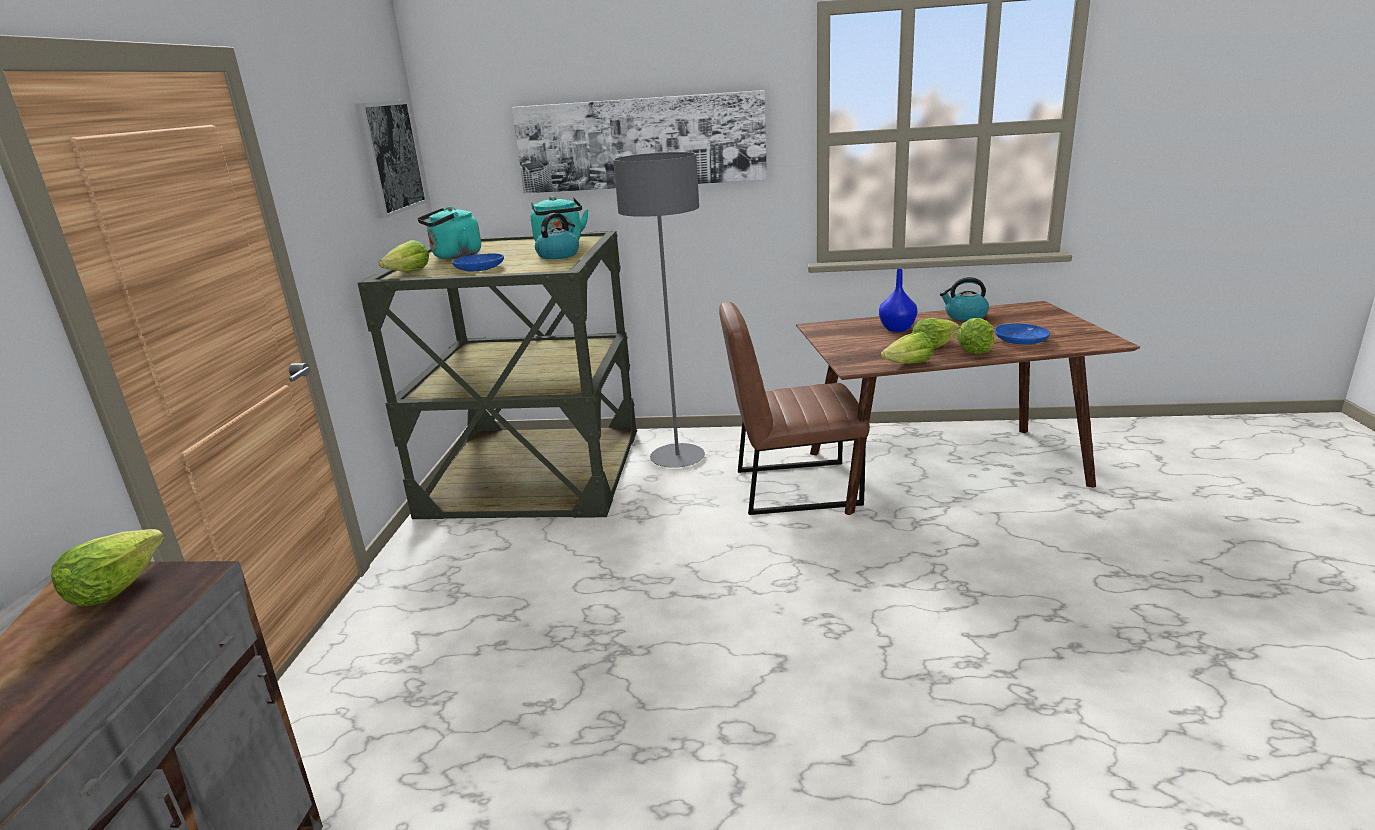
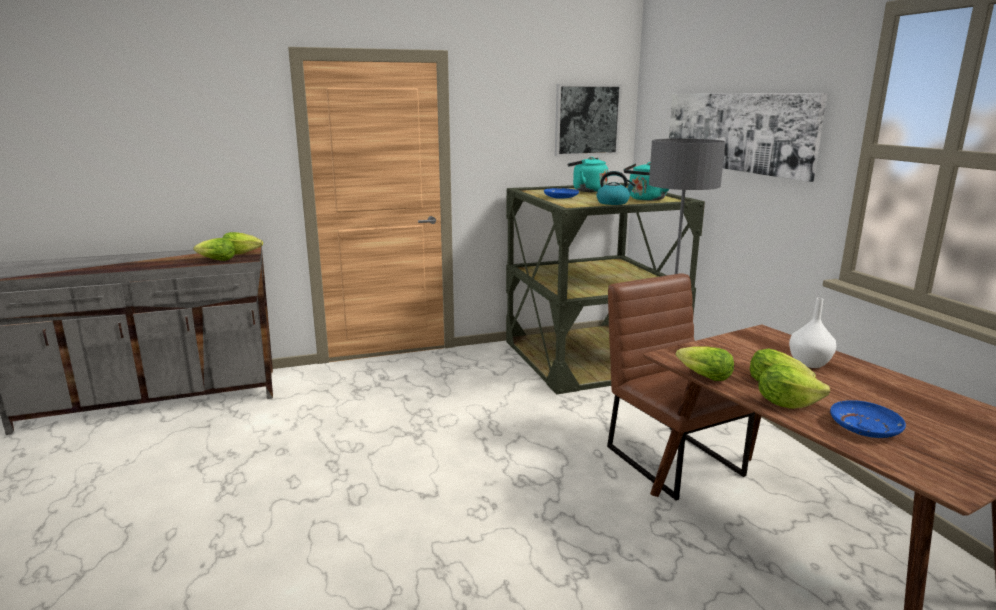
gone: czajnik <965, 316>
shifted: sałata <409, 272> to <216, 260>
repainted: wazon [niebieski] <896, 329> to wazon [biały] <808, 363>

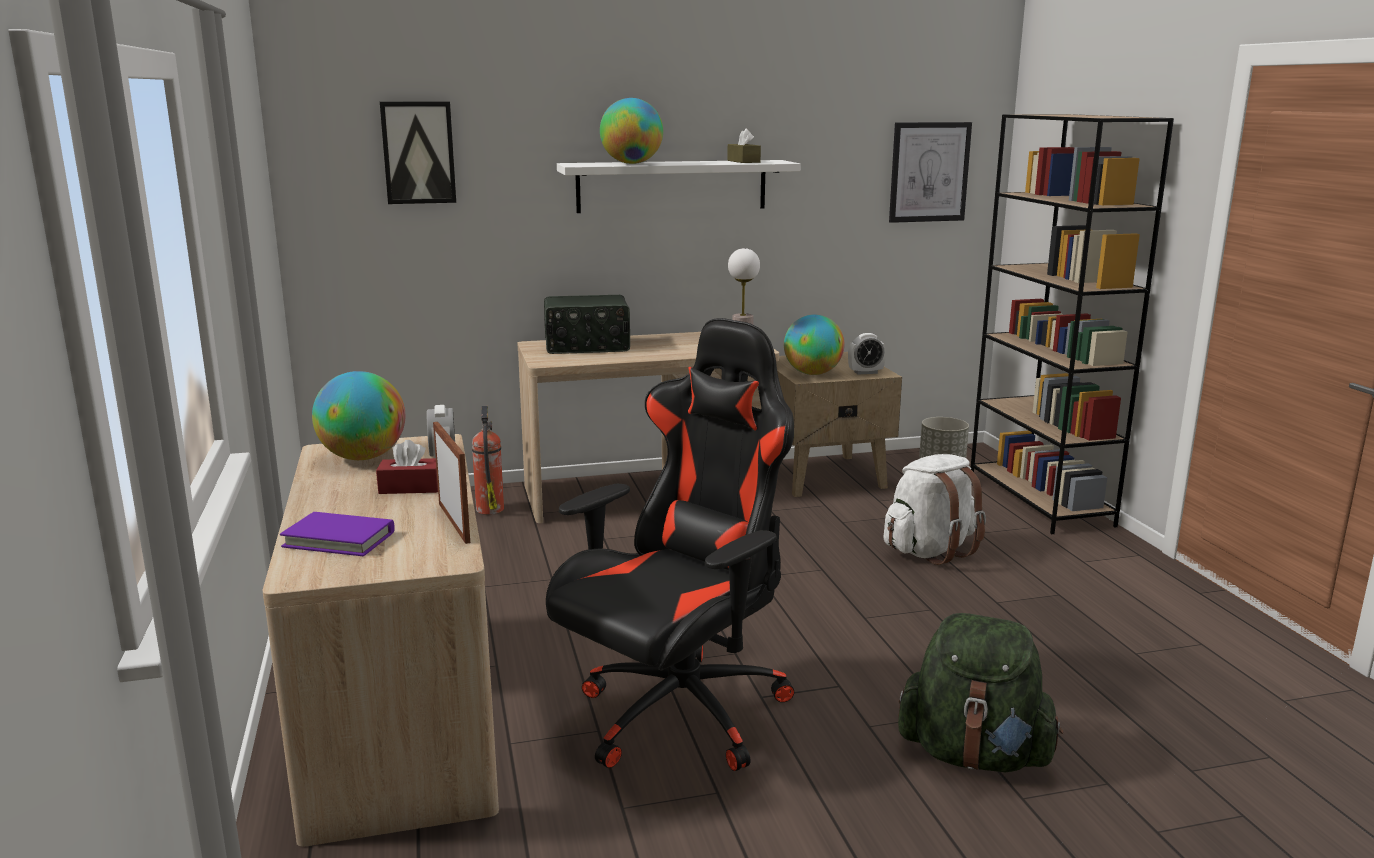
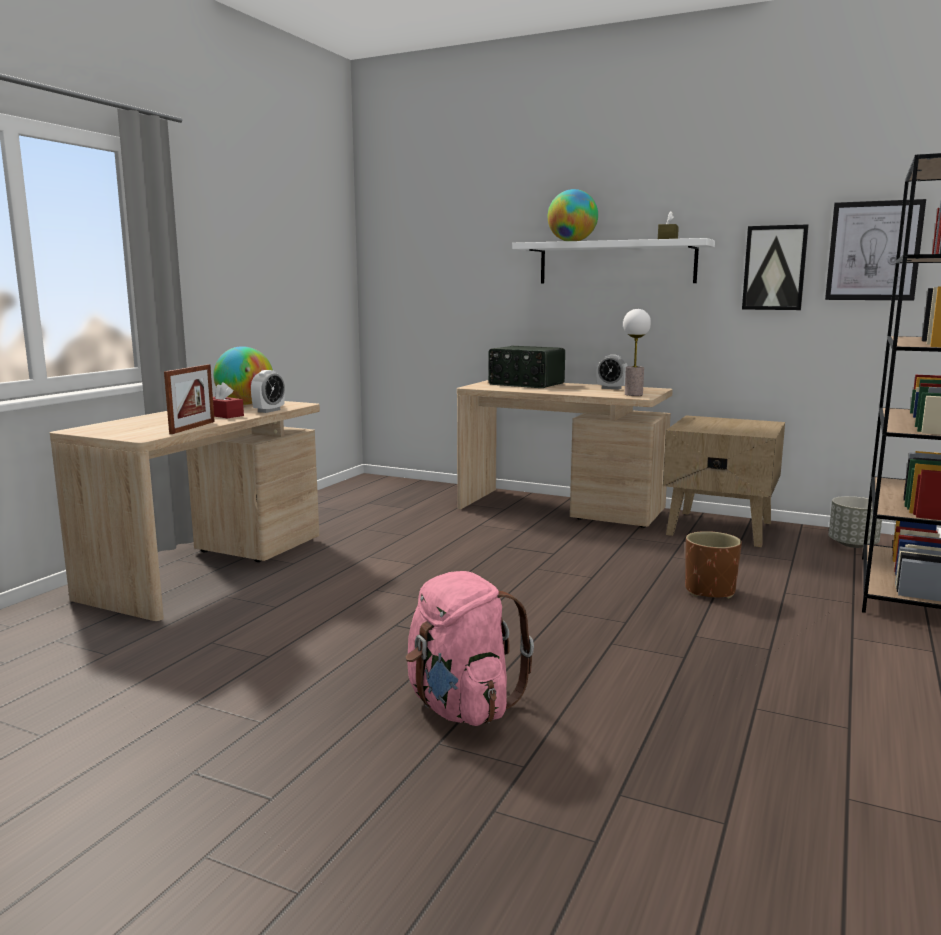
gone: książka [fioletowy] <339, 539>; gaśnica <490, 508>; krzesło biurowe [czarny] <672, 721>; globus <813, 374>
shifted: budzik <865, 372> to <611, 388>; obraz <418, 152> to <774, 268>
swapped: plecak [biały] <931, 551> to donica [brązowy] <709, 591>
repainted: plecak [zielony] <974, 755> to plecak [różowy] <461, 707>

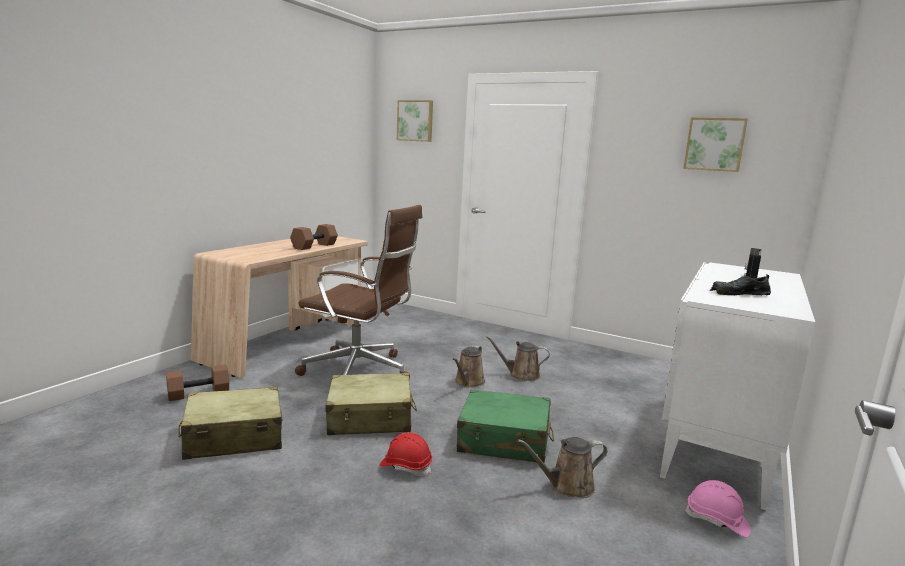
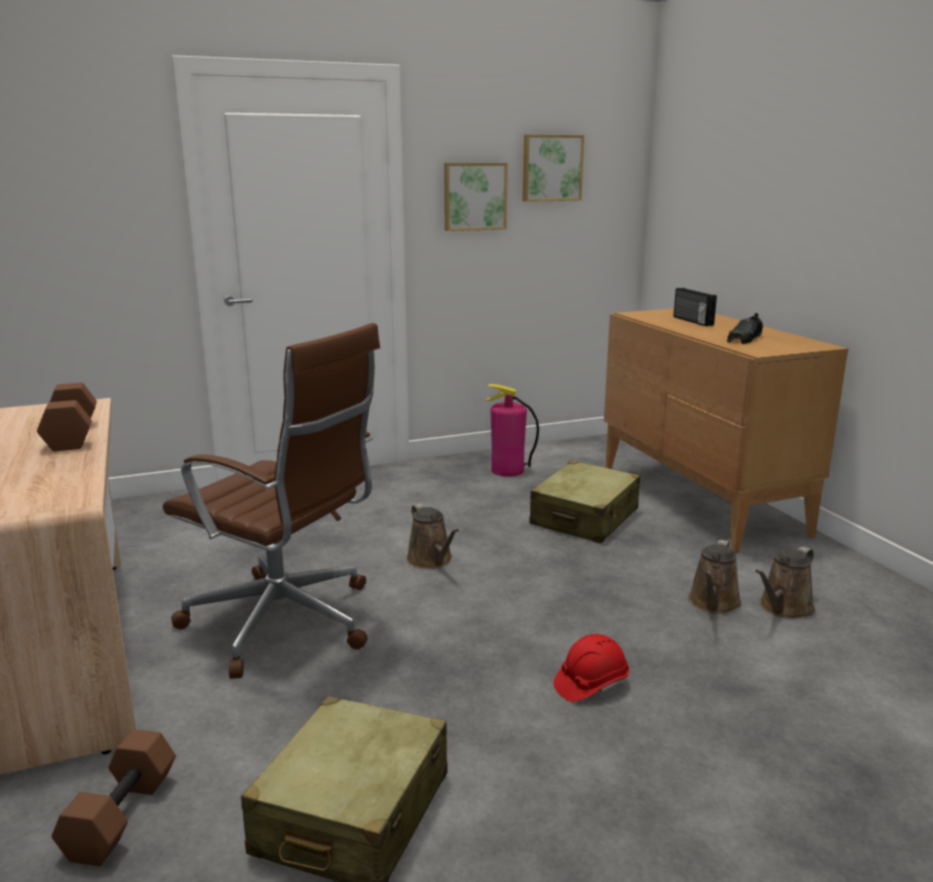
gone: walizka [zielony] <504, 440>; kask [różowy] <717, 521>
new: gaśnica <507, 470>
shifted: obraz <415, 121> to <474, 196>; walizka [beżowy] <370, 418> to <585, 517>; konewka [brązowy] <521, 375> to <783, 608>
repainted: szafka [biały] <718, 441> to szafka [brązowy] <699, 500>
rotated: krzesło biurowe [brązowy] <360, 372> = <286, 623> 60 degrees clockwise

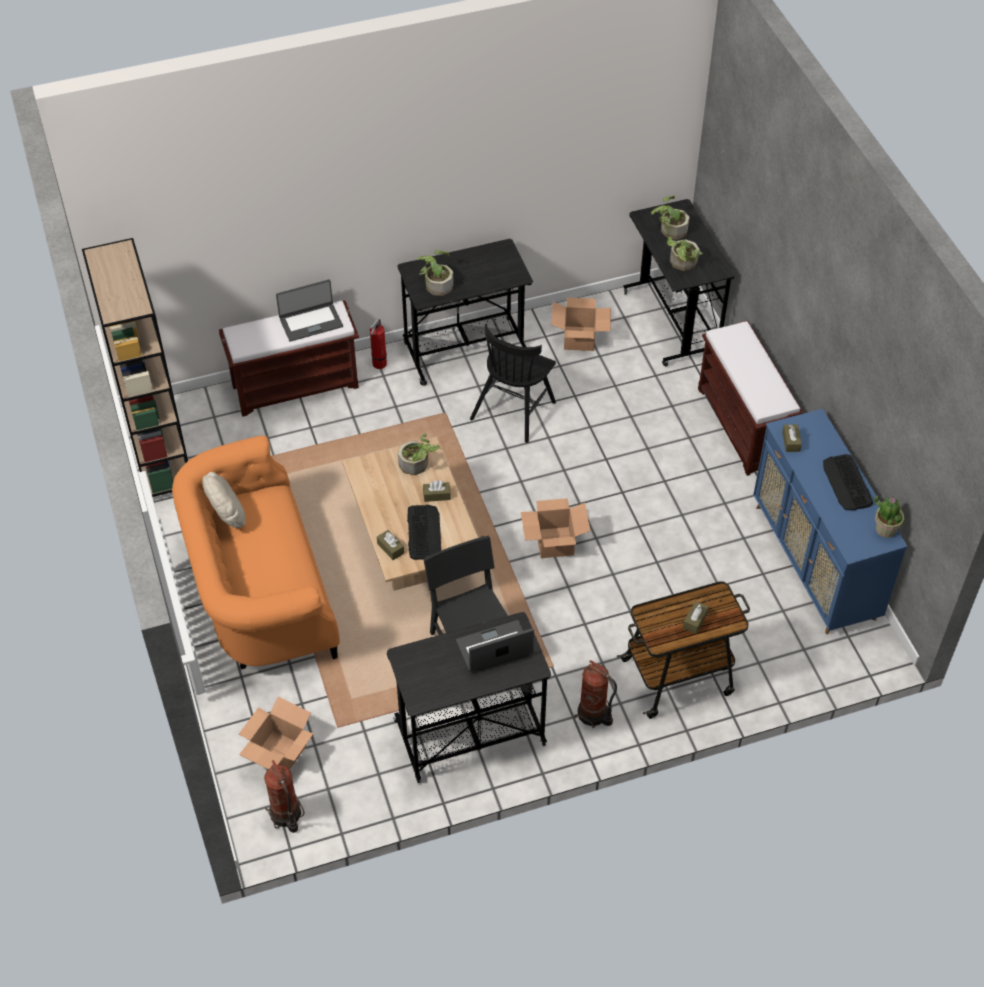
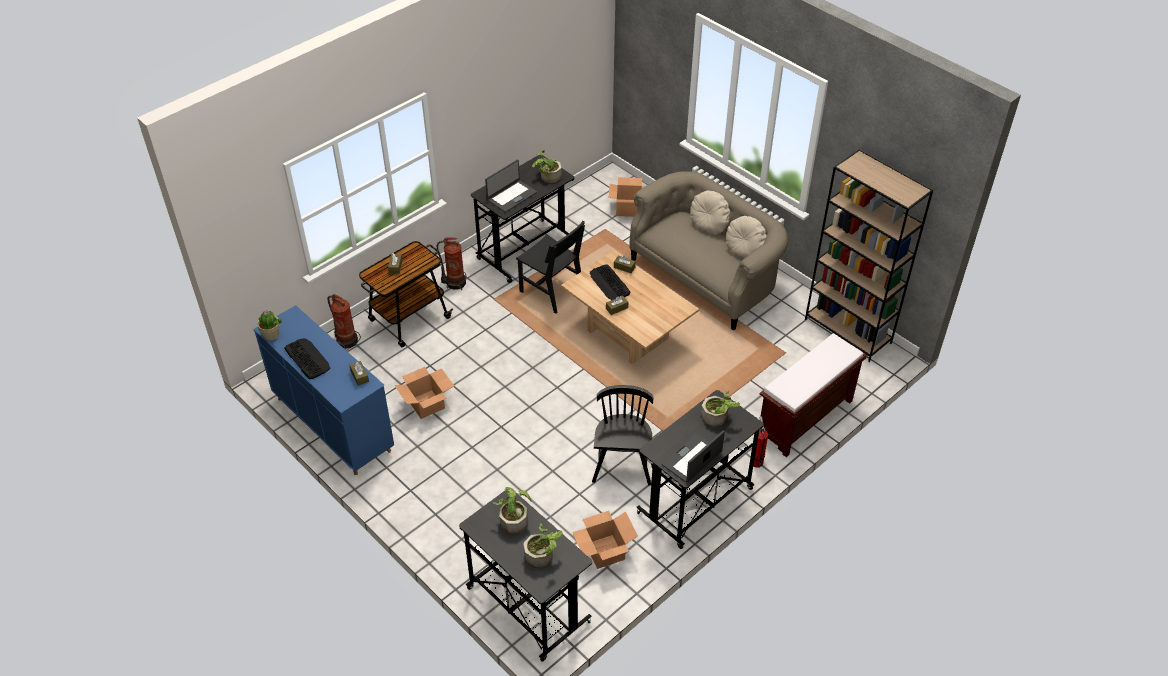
gone: ławka [brązowy] <743, 426>
new: poduszka [beżowy] <708, 227>
shifted: gaśnica <285, 815> to <346, 340>; karton <555, 543> to <426, 404>; roślina doniczkowa <417, 464> to <547, 176>; laptop <310, 322> to <692, 459>
repainted: kanapa [pomarańczowy] <260, 594> to kanapa [beżowy] <706, 276>

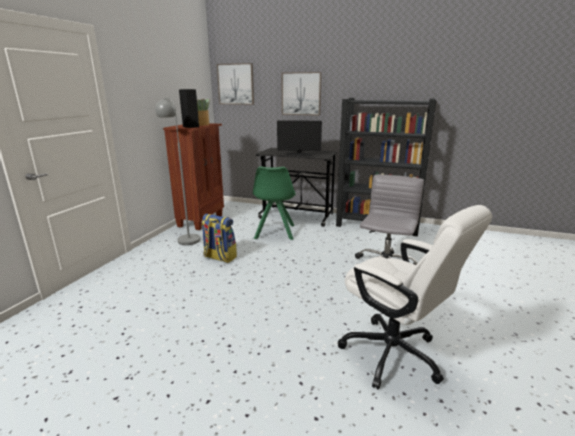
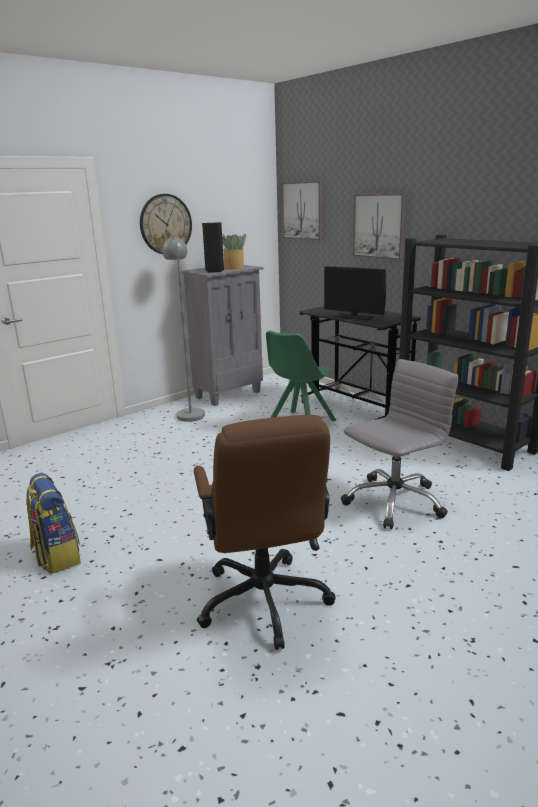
new: zegar ścienny <165, 224>
shifted: plecak <219, 257> to <56, 556>
repainted: szafka [brązowy] <201, 221> to szafka [szary] <229, 395>; krzesło biurowe [biały] <396, 357> to krzesło biurowe [brązowy] <265, 606>

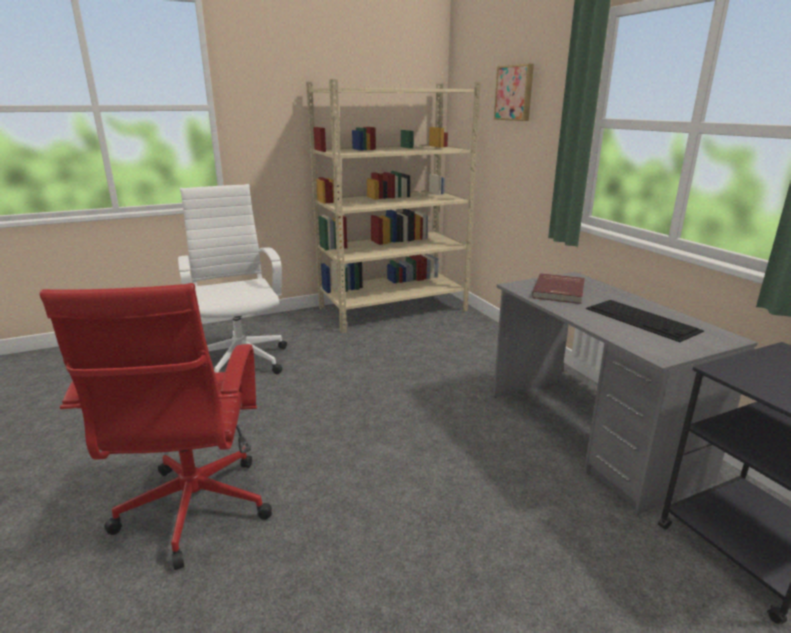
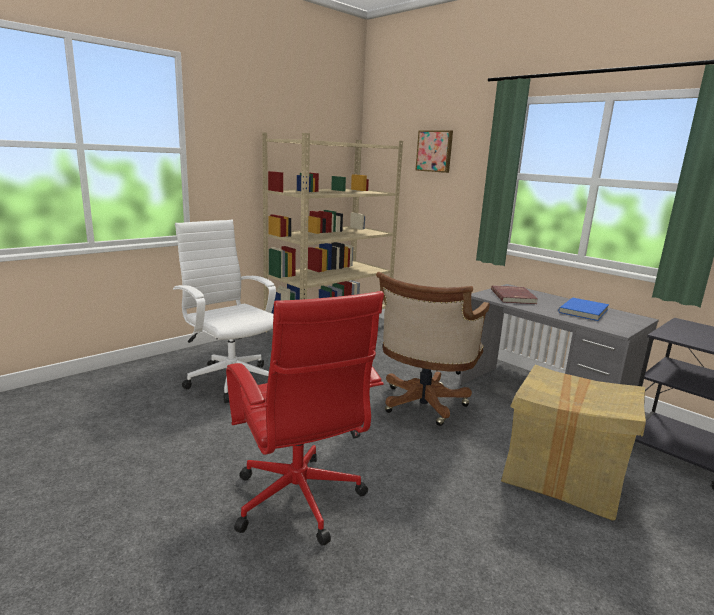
new: krzesło biurowe <422, 405>; karton <564, 477>
swapped: klawiatura <642, 319> to książka [niebieski] <584, 311>

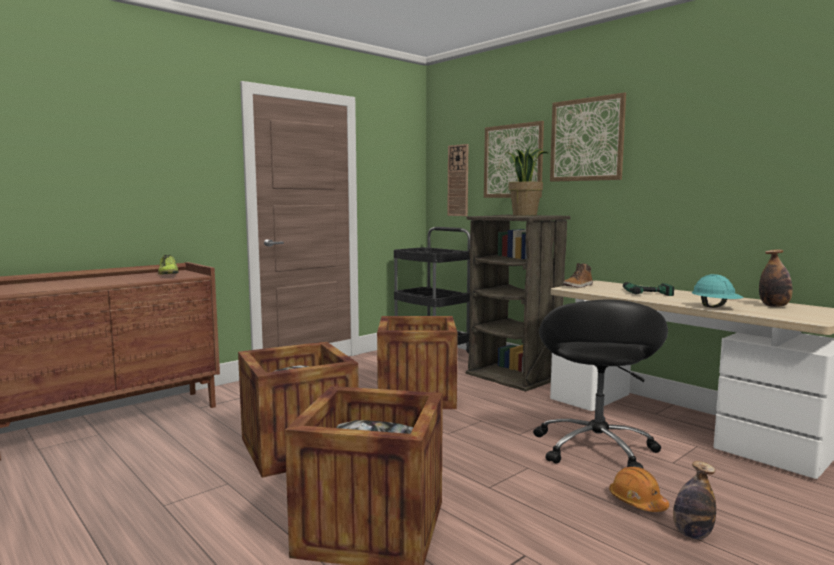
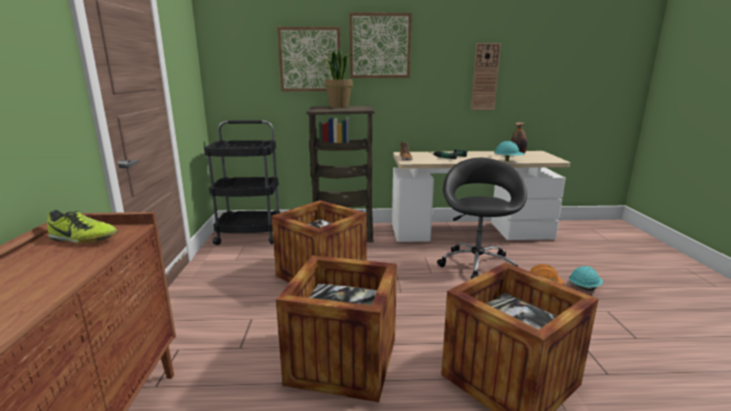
shifted: zegar ścienny <458, 180> to <485, 77>
swapped: butelka <692, 534> to kask [turkusowy] <584, 287>
rotated: krzesło biurowe [czarny] <595, 450> = <477, 264> 135 degrees counterclockwise

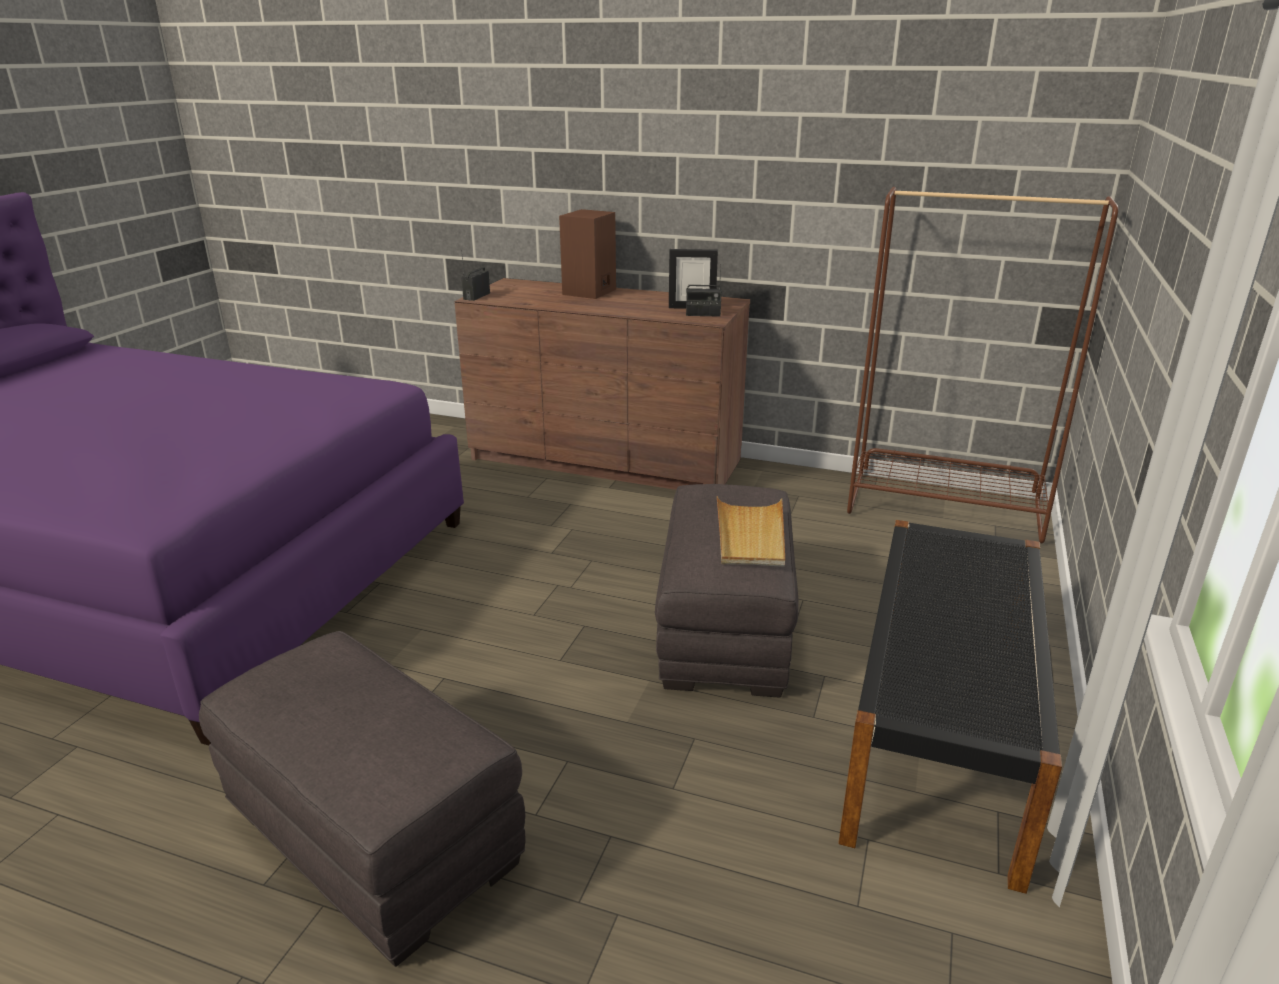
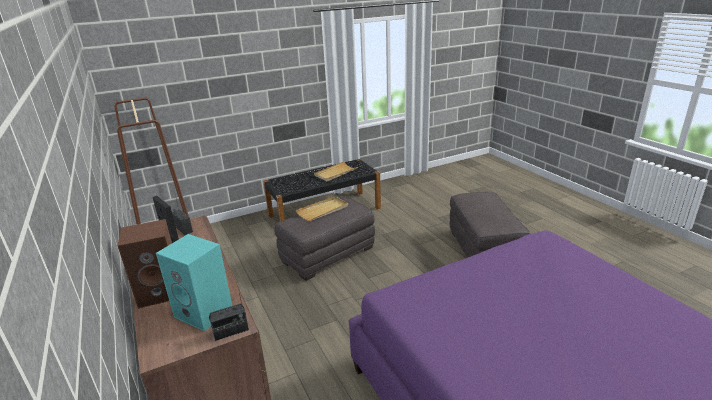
new: głośnik [turkusowy] <205, 312>; taca [beżowy] <335, 173>

